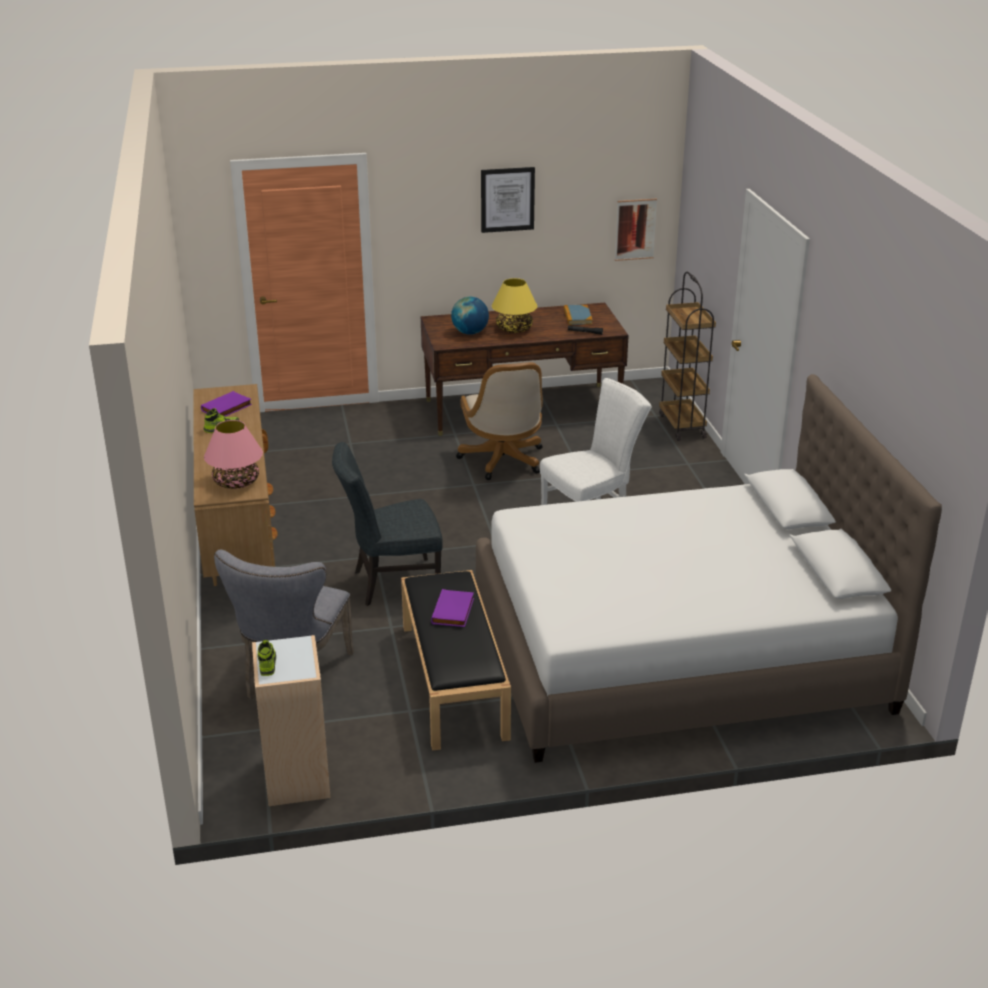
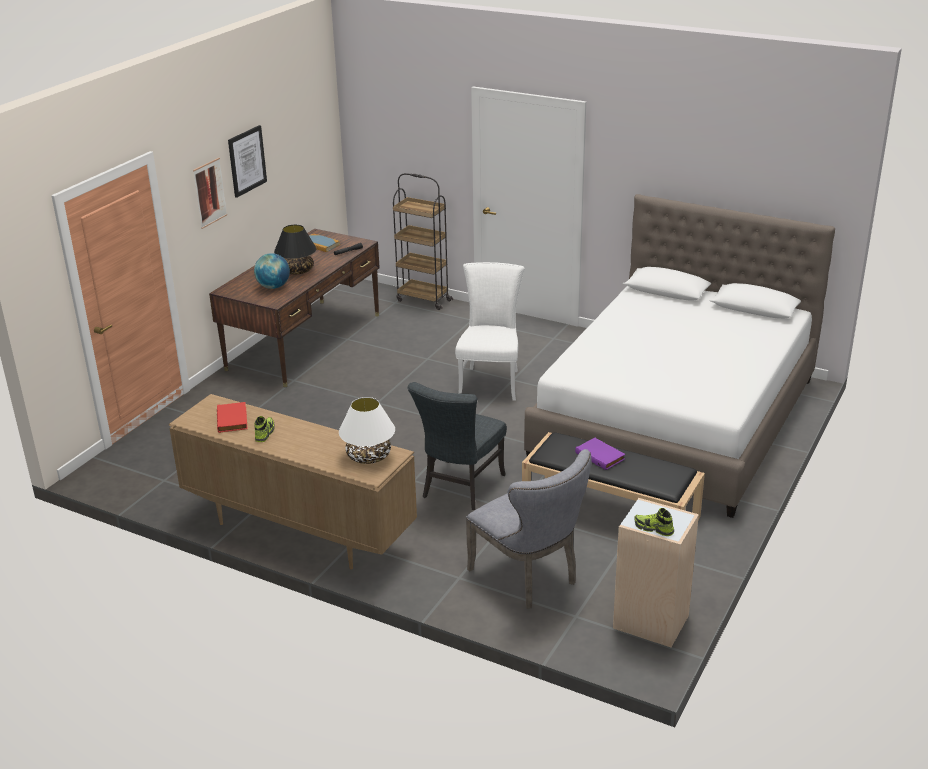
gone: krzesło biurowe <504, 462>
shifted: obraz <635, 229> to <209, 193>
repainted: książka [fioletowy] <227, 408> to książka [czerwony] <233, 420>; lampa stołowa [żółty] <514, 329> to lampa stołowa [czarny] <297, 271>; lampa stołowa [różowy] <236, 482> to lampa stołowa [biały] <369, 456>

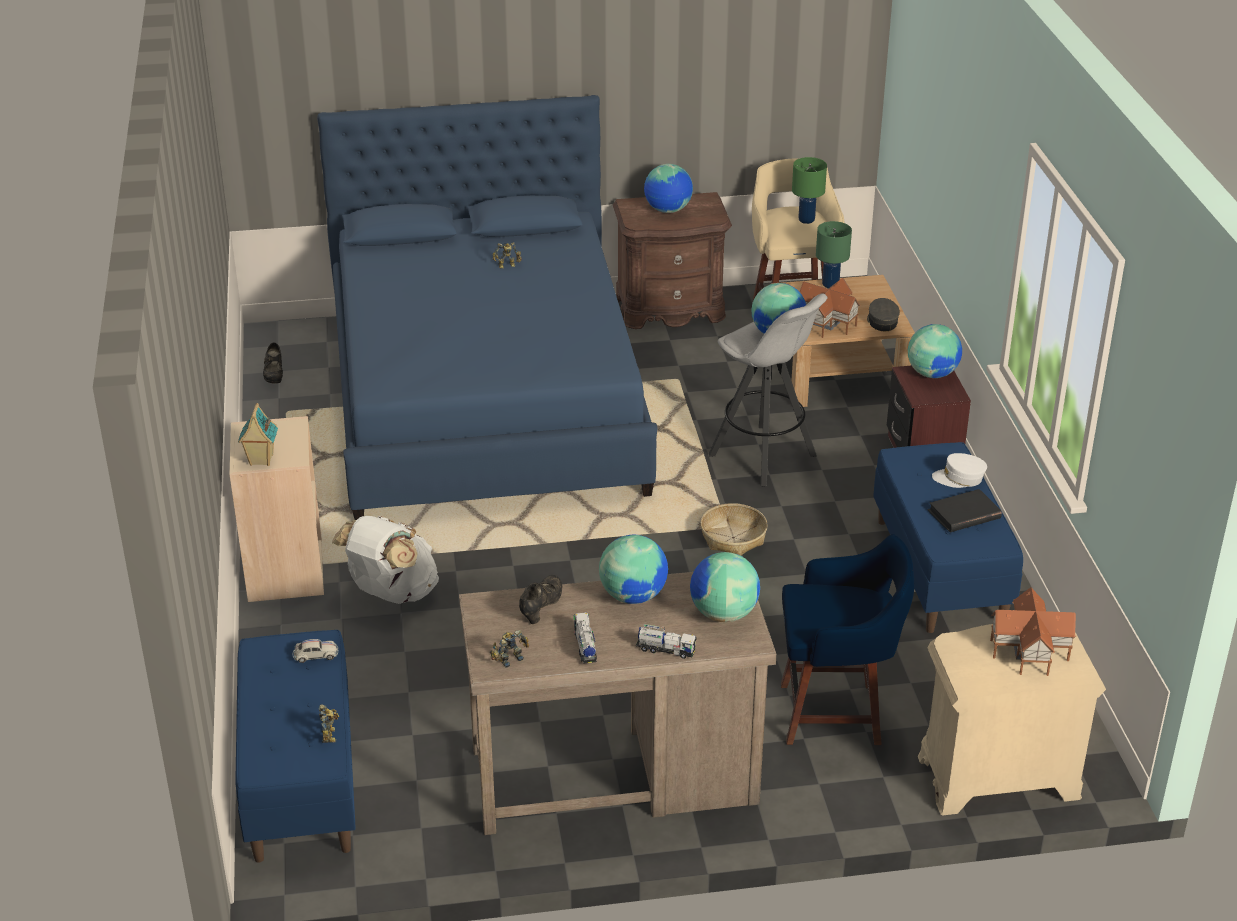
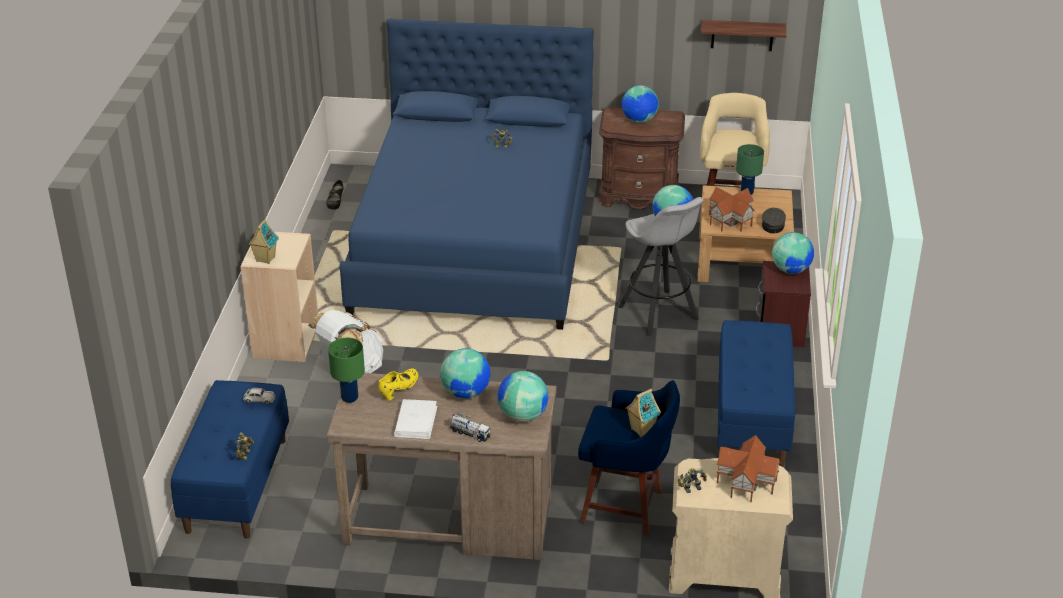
gone: koszyk <733, 538>; książka [czarny] <964, 514>; czapka z daszkiem [biały] <959, 478>
new: domek <641, 430>; półka <742, 35>
shifted: lampa stołowa [zielony] <806, 221> to <349, 399>; robot zabawkowy <509, 659> to <691, 487>
swapped: ciężarówka zabawkowa <585, 646> to książka [biały] <416, 421>
repainted: but [czarny] <541, 607> to but [żółty] <399, 390>

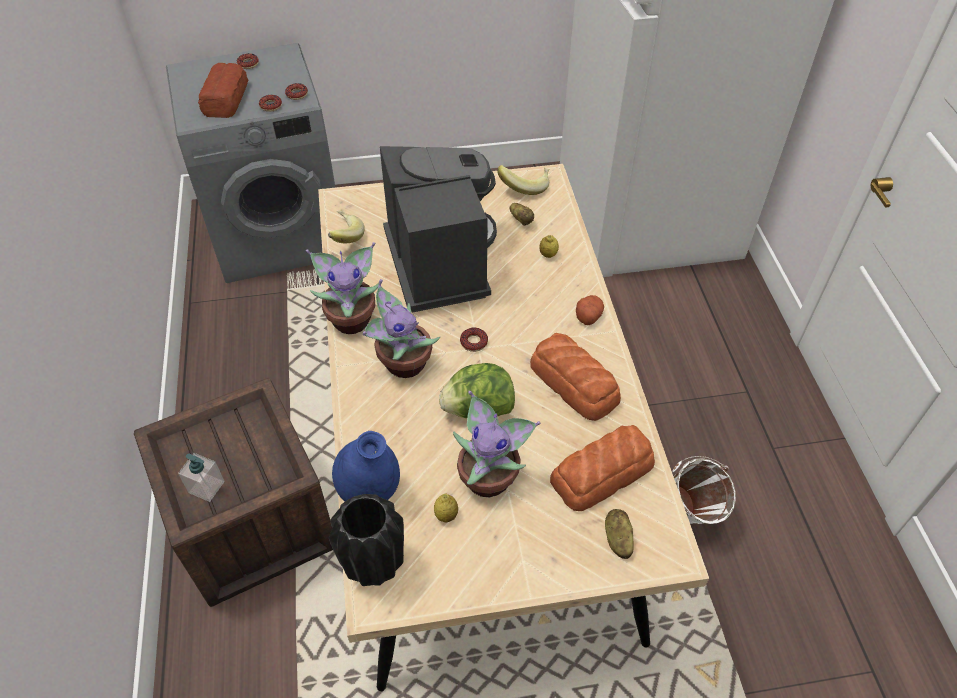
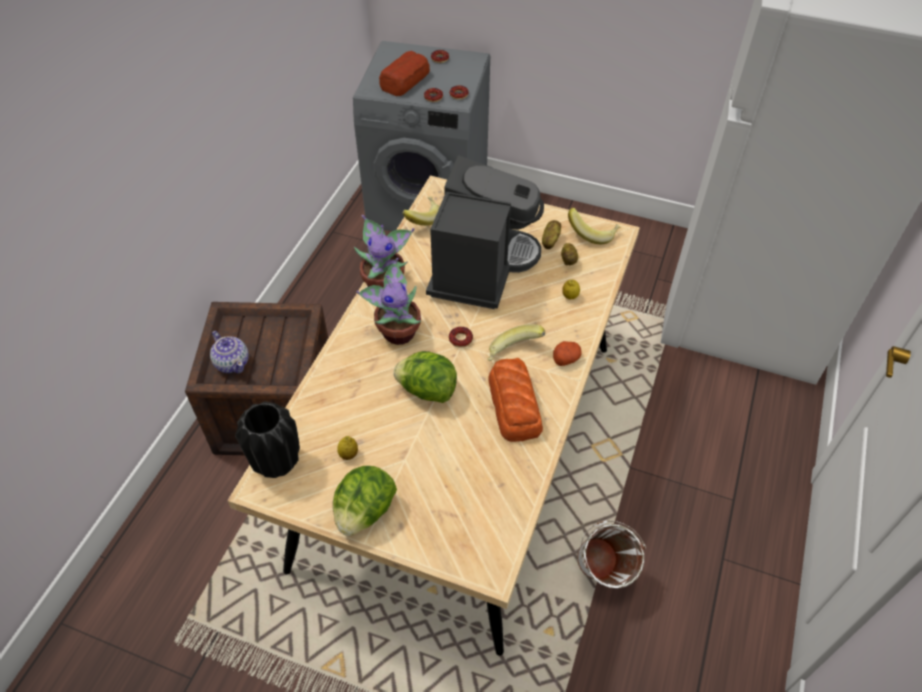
gone: wazon [niebieski] <369, 491>; roślina doniczkowa <490, 477>; chleb <603, 473>
new: sałata <365, 512>; banan <513, 353>
shifted: ziemniak <617, 539> to <550, 241>
swapped: dozownik mydła <206, 487> to imbryk <232, 362>

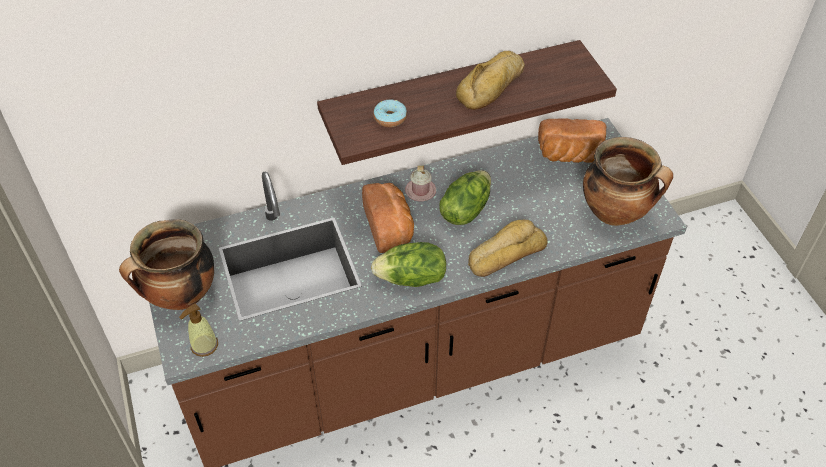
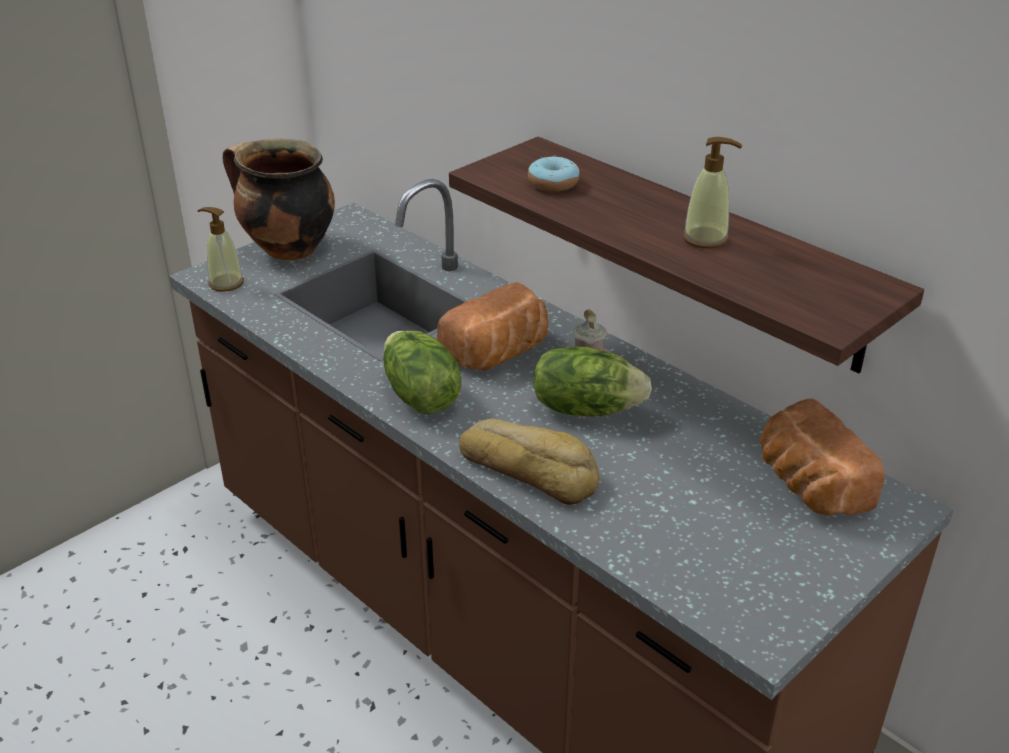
gone: garnek <616, 213>
swapped: chleb <493, 86> to dozownik mydła <705, 239>

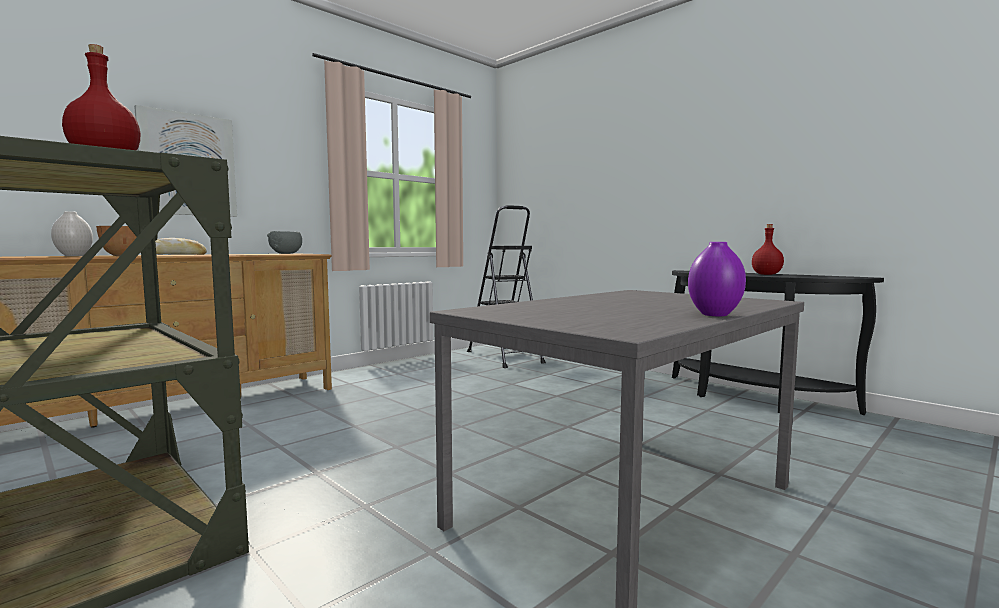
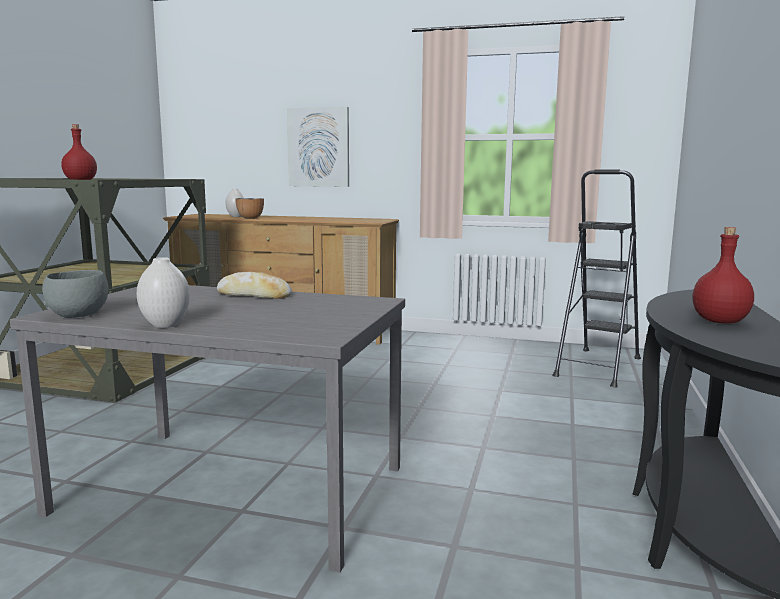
shifted: miska [szary] <286, 253> to <79, 315>; chleb <176, 255> to <254, 295>
repainted: wazon [fioletowy] <715, 315> to wazon [biały] <164, 325>

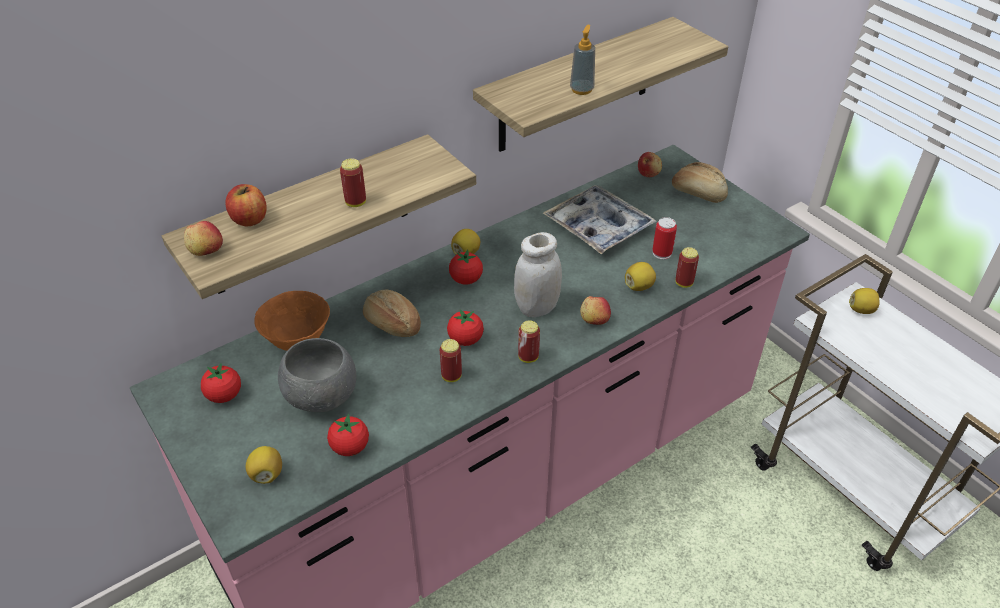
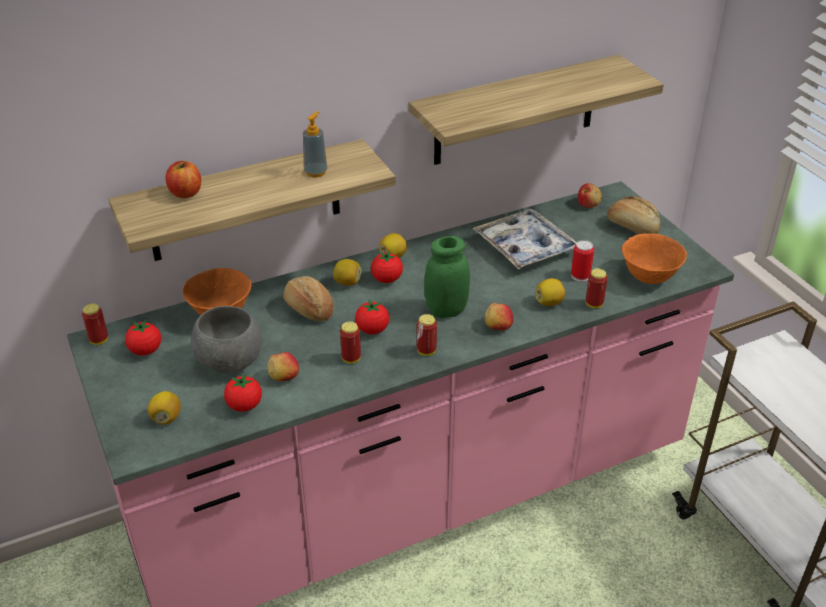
new: miska [pomarańczowy] <649, 277>
shifted: puszka <355, 202> to <99, 340>; jabłko <206, 250> to <283, 376>; dozownik mydła <581, 89> to <315, 172>; cytryna <861, 310> to <347, 282>
repainted: słoik [biały] <537, 307> to słoik [zielony] <446, 310>

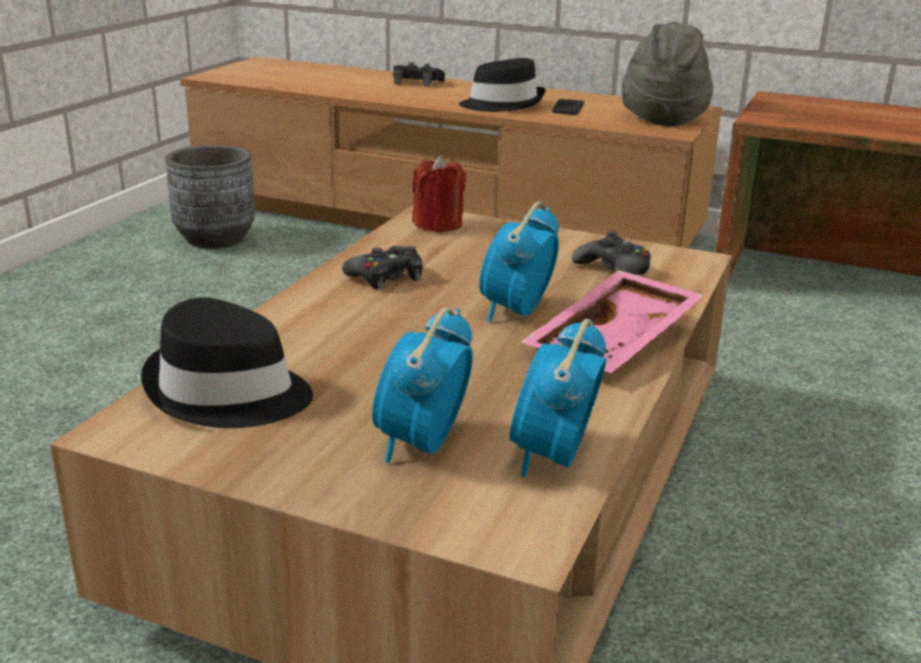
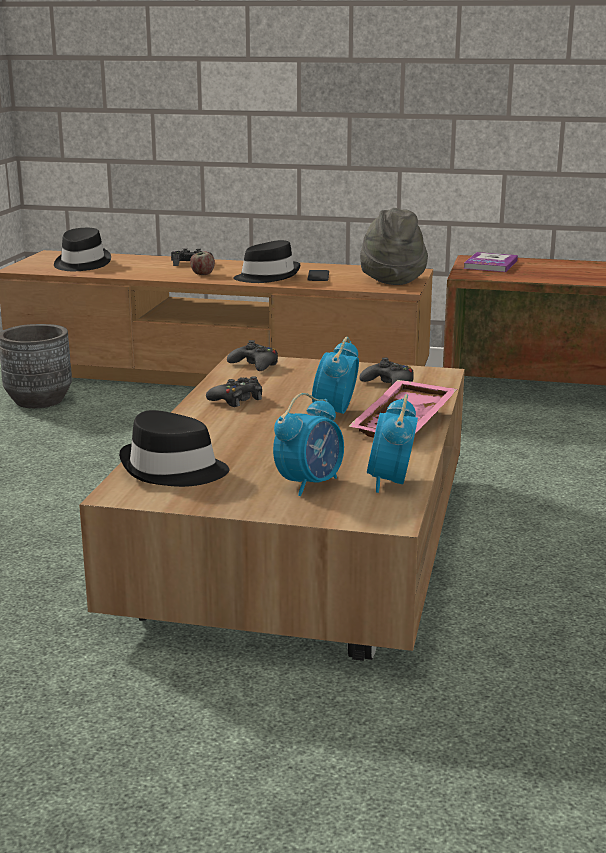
new: kapelusz [czarny] <81, 264>; jabłko <202, 274>; książka <490, 264>
swapped: świeca [czerwony] <438, 225> to pad do gier [czarny] <255, 365>
rotated: budzik <422, 444> = <310, 483> 150 degrees counterclockwise

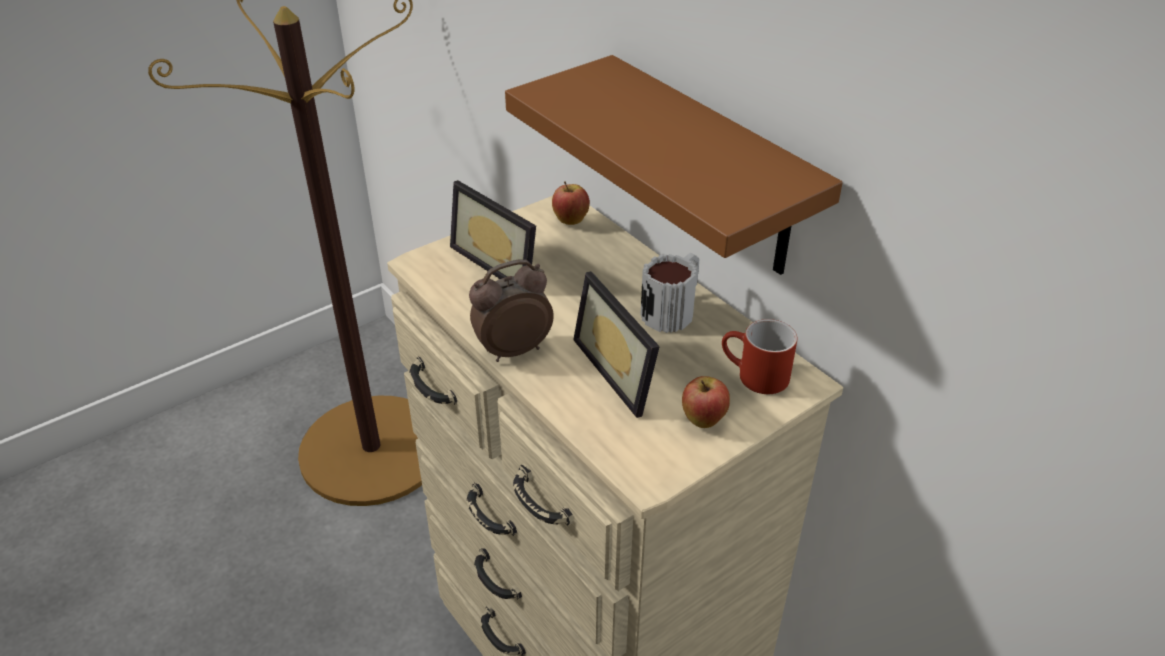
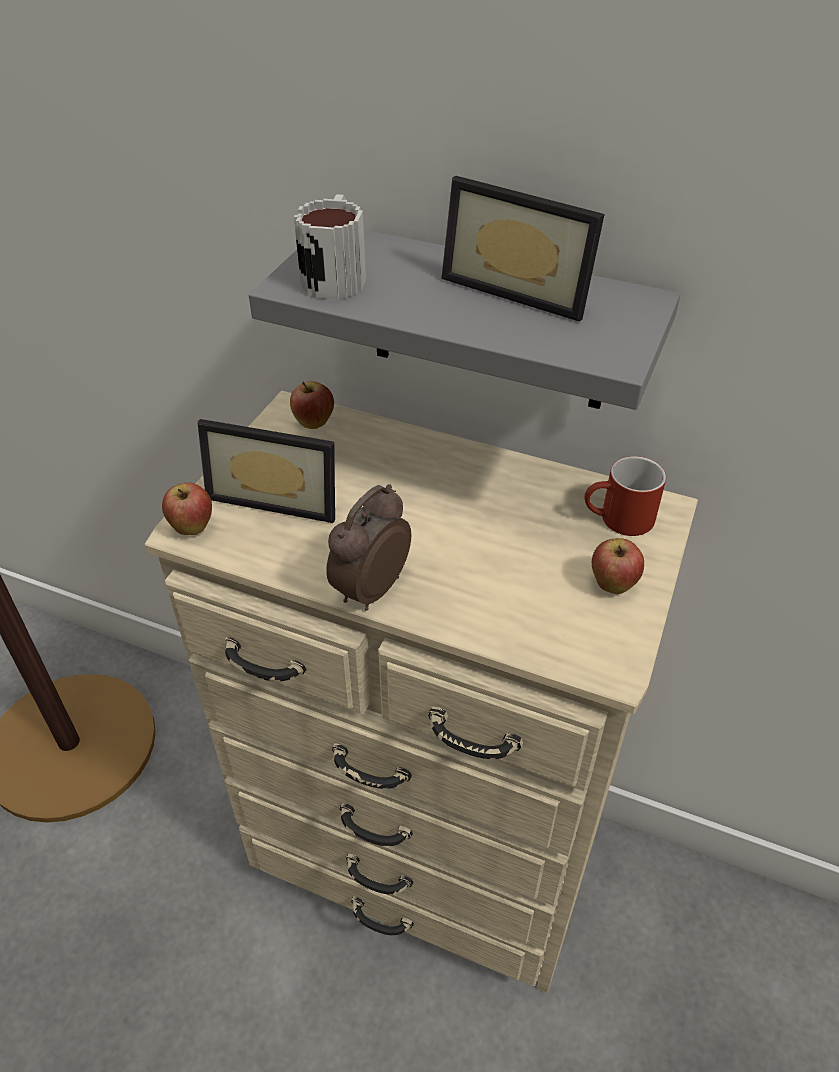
new: jabłko <192, 528>
shifted: kubek <673, 310> to <336, 275>; ramka na zdjęcie <624, 370> to <521, 288>
repainted: półka [brązowy] <710, 168> to półka [szary] <489, 320>

